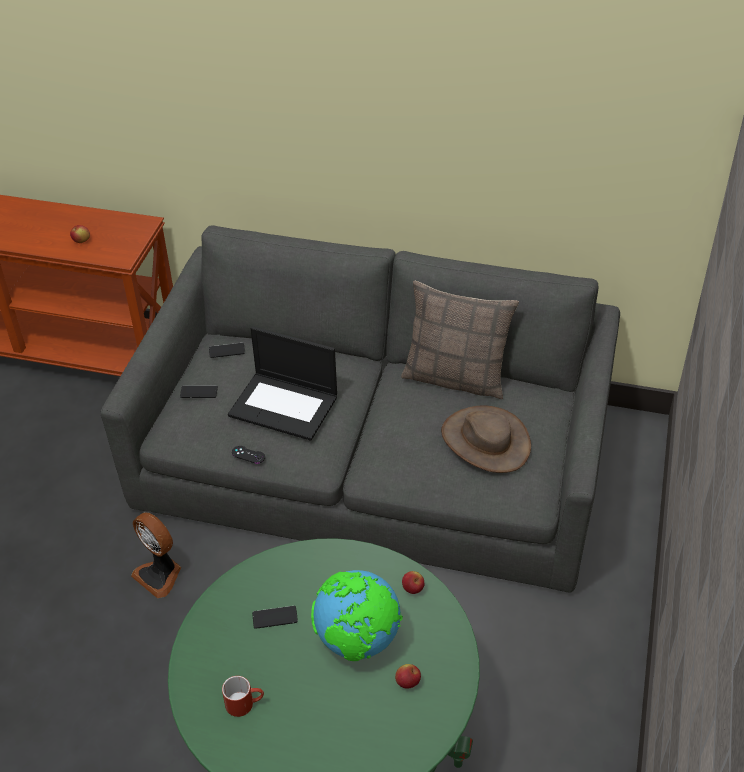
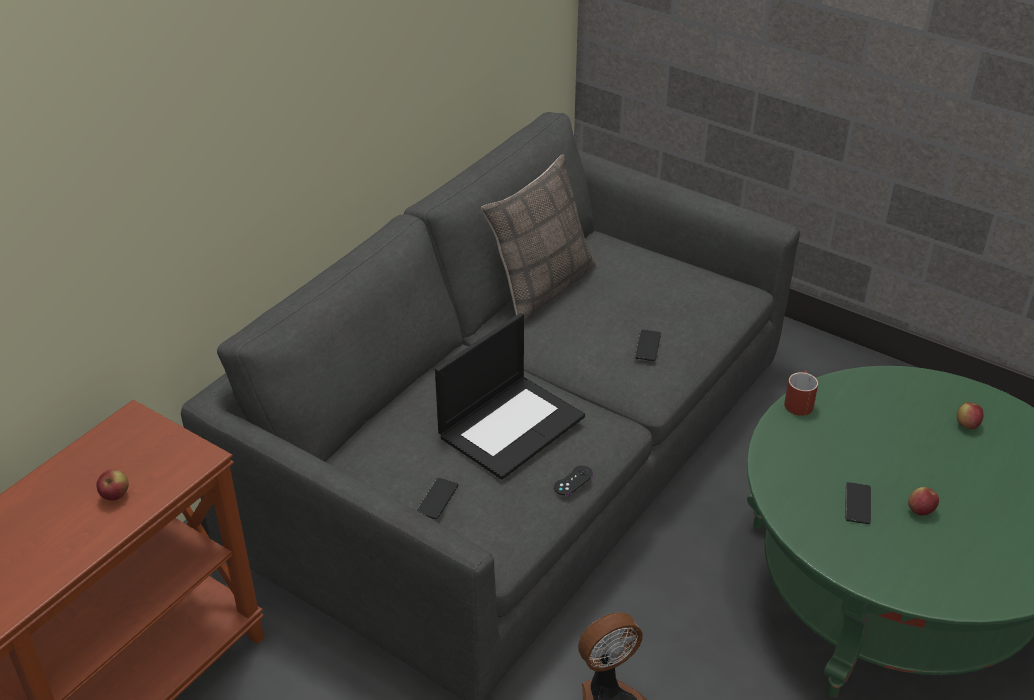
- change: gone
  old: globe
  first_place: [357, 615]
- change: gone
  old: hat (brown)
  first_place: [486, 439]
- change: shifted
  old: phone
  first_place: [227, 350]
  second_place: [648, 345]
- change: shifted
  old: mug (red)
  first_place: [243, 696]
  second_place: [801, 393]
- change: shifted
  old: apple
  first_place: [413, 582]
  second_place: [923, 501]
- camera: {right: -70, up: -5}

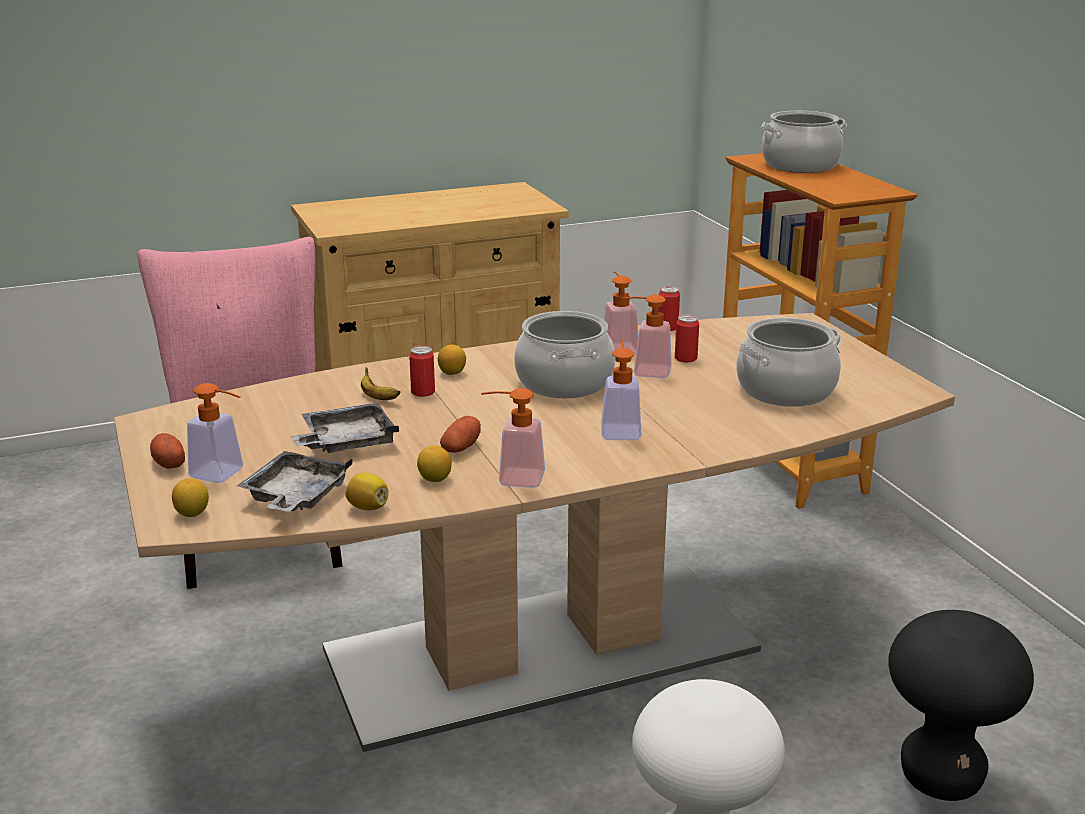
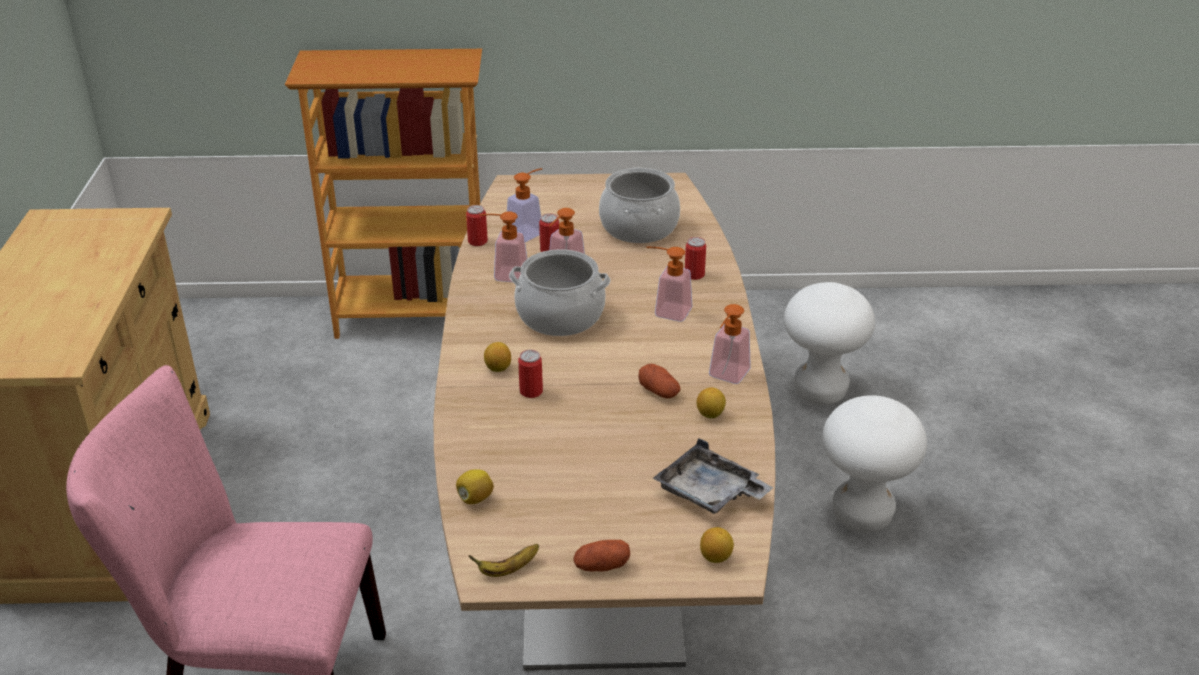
- change: gone
  old: tray (grey)
  first_place: [345, 428]
- change: gone
  old: cooking pot
  first_place: [804, 142]
- change: new
  new: can
  second_place: [695, 258]
- change: shifted
  old: soap dispenser
  first_place: [215, 433]
  second_place: [524, 205]
- change: shifted
  old: lemon
  first_place: [367, 491]
  second_place: [475, 486]
- change: shifted
  old: banana
  first_place: [381, 383]
  second_place: [504, 560]
- change: repainted
  old: stool (black)
  new: stool (white)
  first_place: [961, 705]
  second_place: [829, 343]
- camera: {right: -70, up: 10}

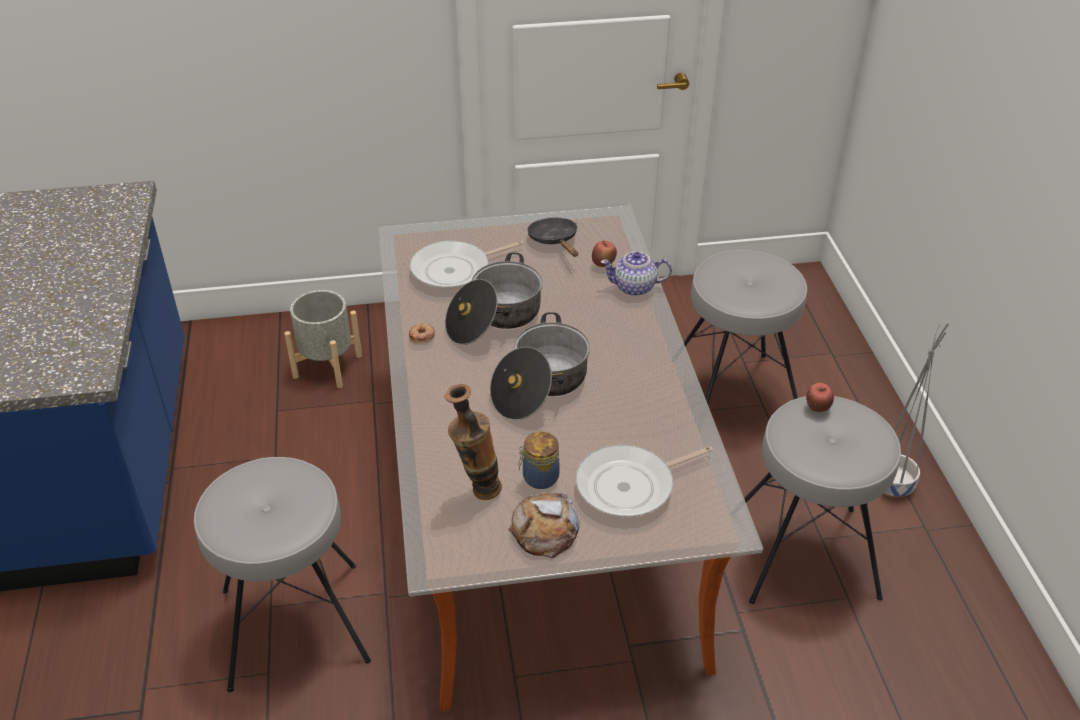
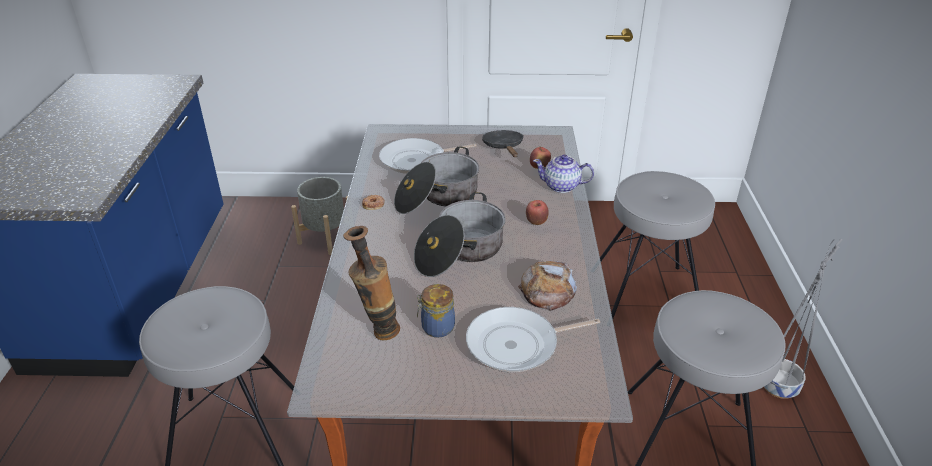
- change: shifted
  old: bread
  first_place: [544, 525]
  second_place: [547, 285]
- change: shifted
  old: apple
  first_place: [820, 397]
  second_place: [537, 212]
- camera: {right: 10, up: -5}

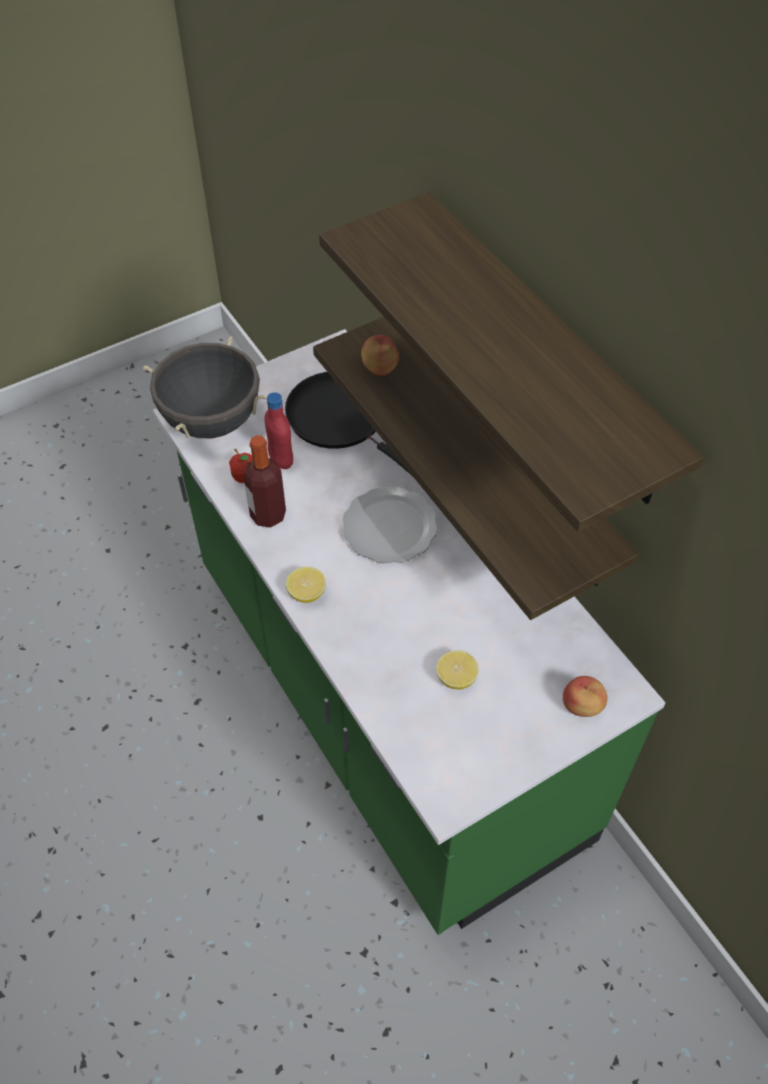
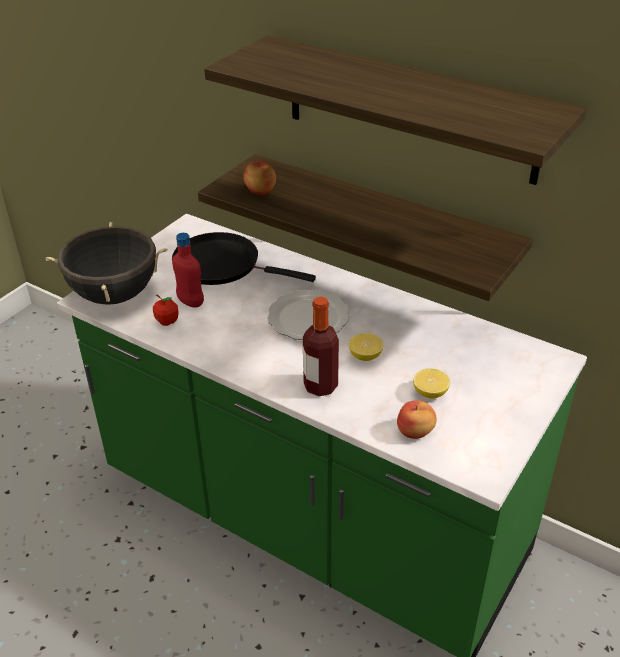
- change: shifted
  old: bottle
  first_place: [265, 481]
  second_place: [321, 346]
- change: shifted
  old: lemon
  first_place: [306, 585]
  second_place: [366, 347]
- change: shifted
  old: apple
  first_place: [585, 696]
  second_place: [417, 419]
- camera: {right: -25, up: -15}

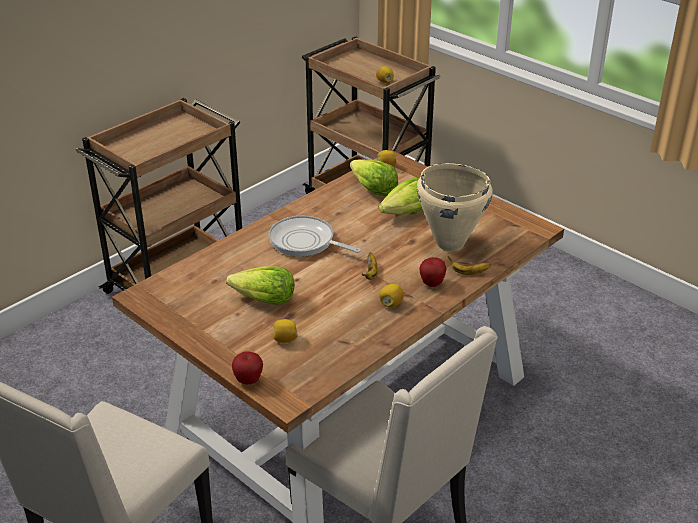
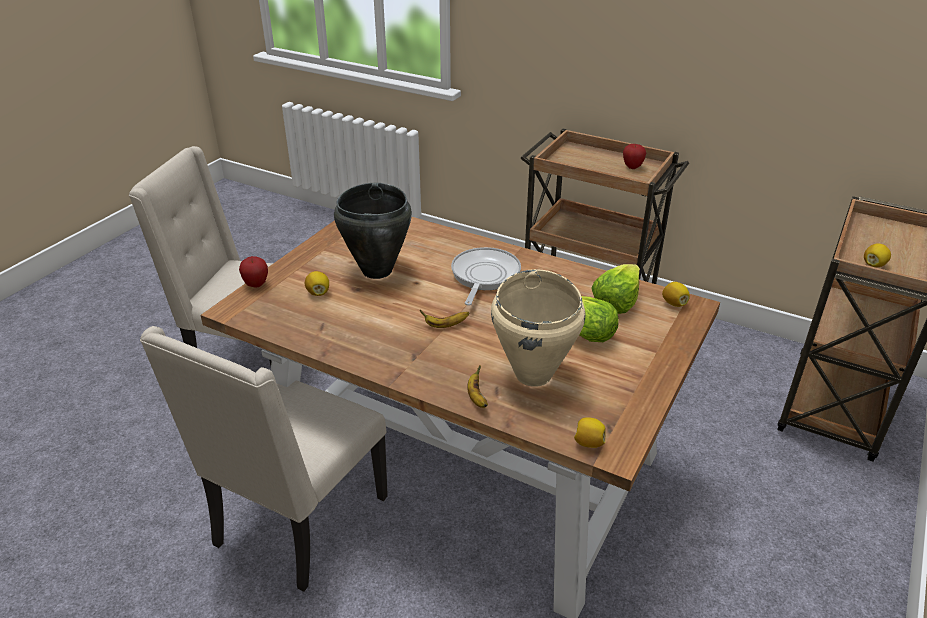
- change: shifted
  old: lemon
  first_place: [391, 296]
  second_place: [589, 432]
- change: shifted
  old: apple
  first_place: [433, 272]
  second_place: [634, 156]
- change: swapped
  old: lettuce
  new: cooking pot (black)
  first_place: [260, 285]
  second_place: [373, 231]
- camera: {right: 75, up: 0}

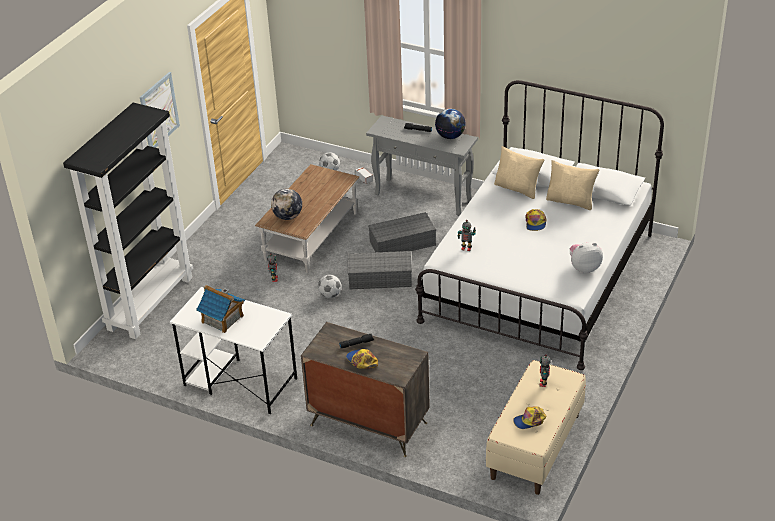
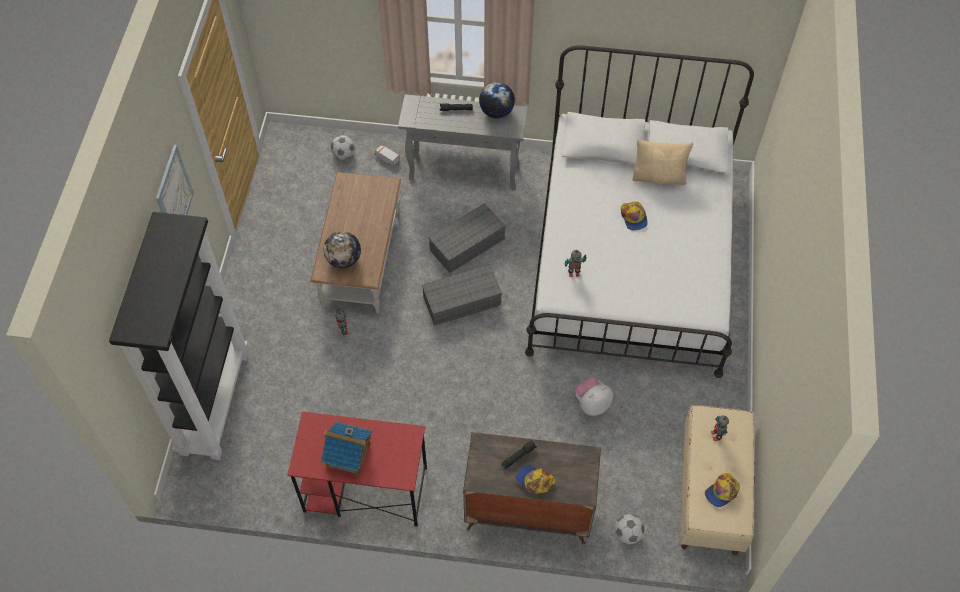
- change: gone
  old: pillow (beige)
  first_place: [519, 172]
- change: shifted
  old: football
  first_place: [329, 286]
  second_place: [629, 529]
- change: shifted
  old: plush toy
  first_place: [586, 257]
  second_place: [593, 397]
- change: repainted
  old: desk (white)
  new: desk (red)
  first_place: [233, 350]
  second_place: [357, 469]
- camera: {right: -20, up: 20}

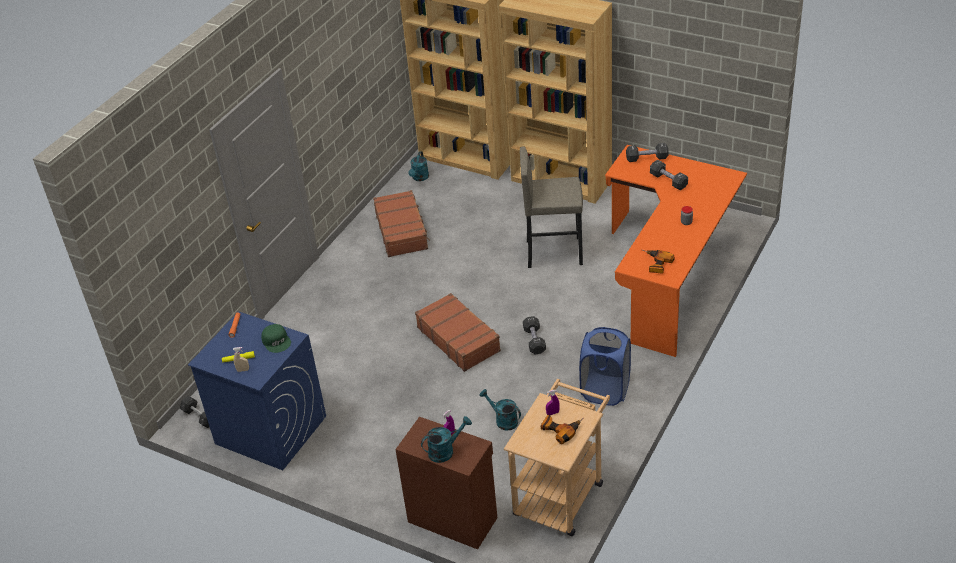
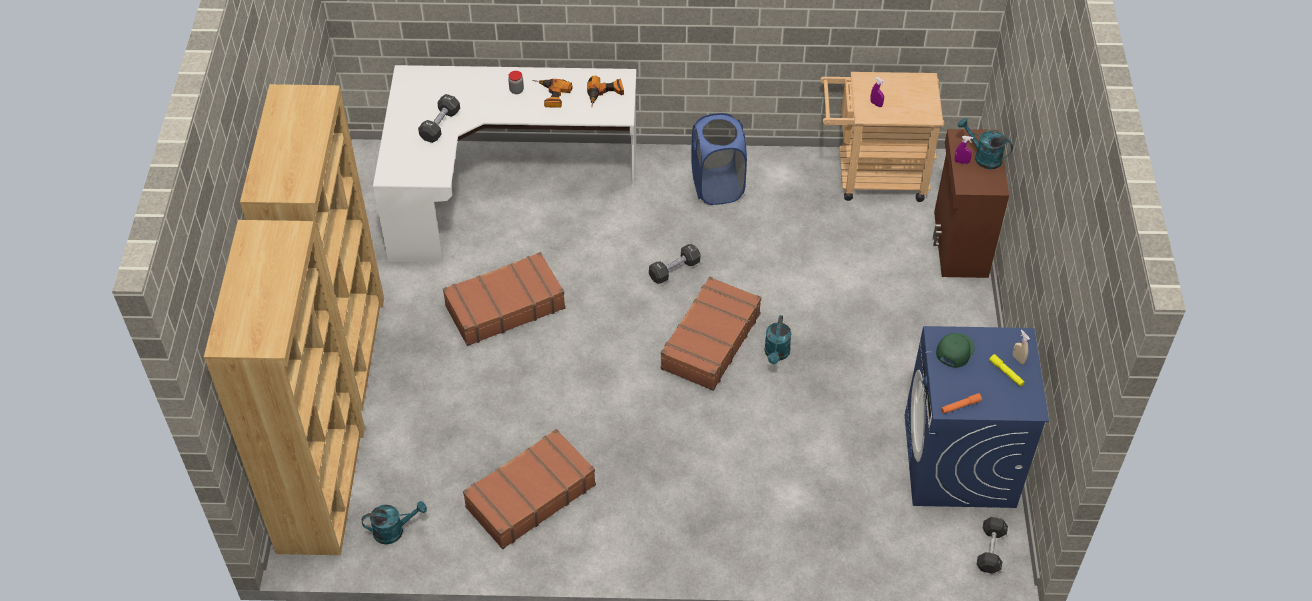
- change: gone
  old: dumbbell (black)
  first_place: [647, 152]
- change: shifted
  old: watering can (turquoise)
  first_place: [500, 410]
  second_place: [778, 339]
- change: shifted
  old: power drill
  first_place: [562, 429]
  second_place: [552, 93]
- change: swapped
  old: stool (grey)
  new: suitcase (brown)
  first_place: [551, 207]
  second_place: [504, 299]
- change: repainted
  old: desk (orange)
  new: desk (white)
  first_place: [676, 251]
  second_place: [504, 164]
- camera: {right: -120, up: 10}

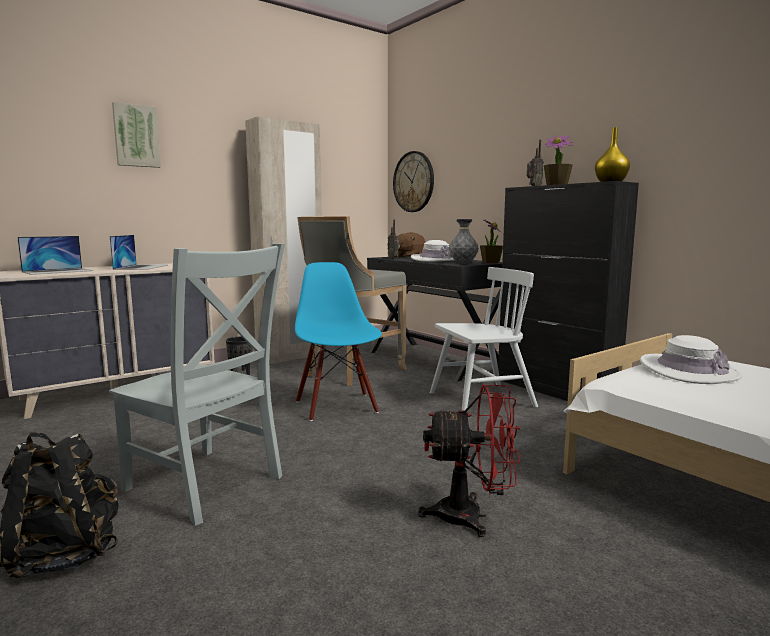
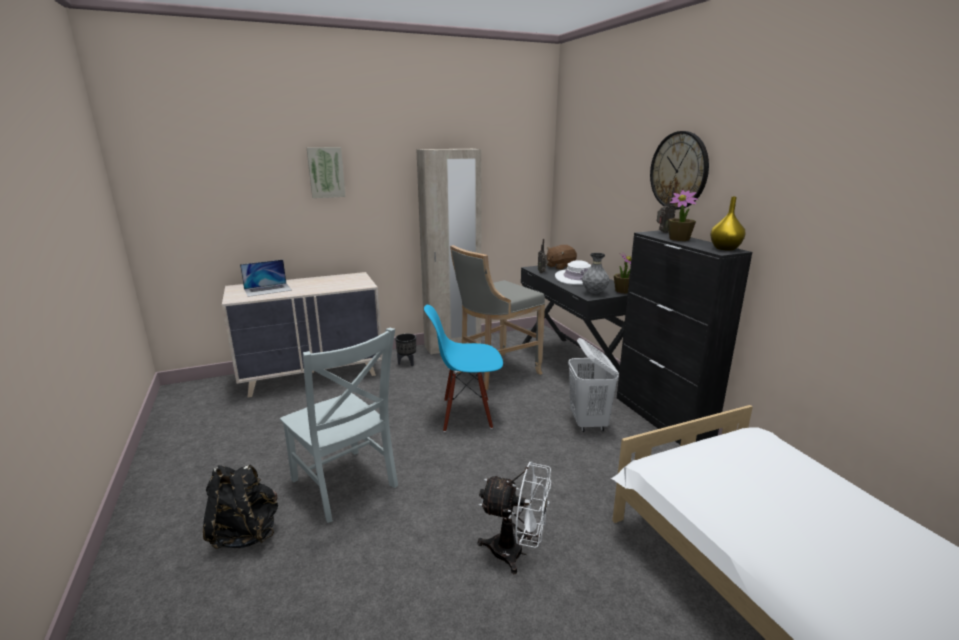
- change: gone
  old: laptop
  first_place: [139, 252]
- change: gone
  old: hat (white)
  first_place: [691, 359]
- change: shifted
  old: wall clock
  first_place: [413, 181]
  second_place: [679, 170]
- change: swapped
  old: chair (white)
  new: laundry basket (white)
  first_place: [484, 339]
  second_place: [593, 385]
- change: repainted
  old: fan (red)
  new: fan (white)
  first_place: [469, 460]
  second_place: [514, 517]
- change: rotated
  old: chair (blue)
  first_place: [338, 341]
  second_place: [463, 368]
  degrees: -90
- camera: {right: 15, up: 10}

